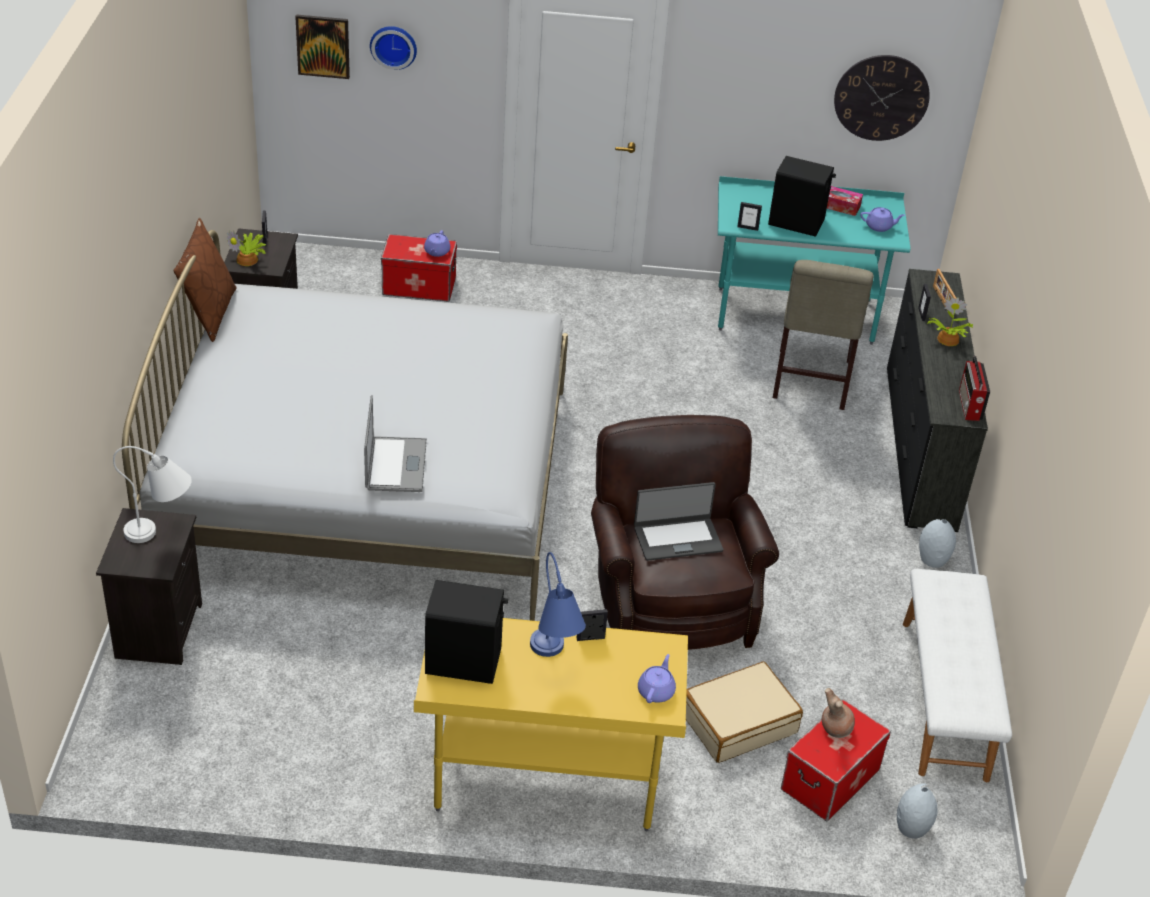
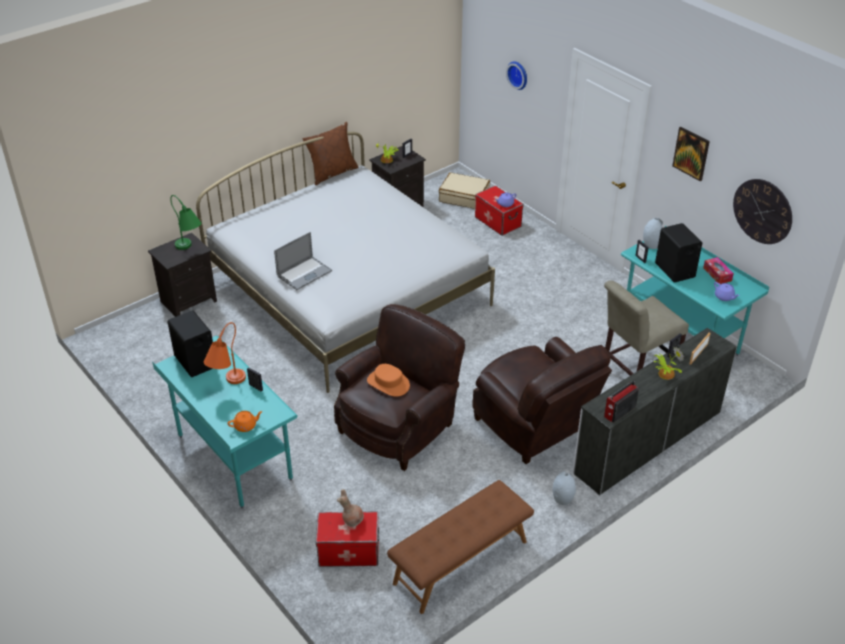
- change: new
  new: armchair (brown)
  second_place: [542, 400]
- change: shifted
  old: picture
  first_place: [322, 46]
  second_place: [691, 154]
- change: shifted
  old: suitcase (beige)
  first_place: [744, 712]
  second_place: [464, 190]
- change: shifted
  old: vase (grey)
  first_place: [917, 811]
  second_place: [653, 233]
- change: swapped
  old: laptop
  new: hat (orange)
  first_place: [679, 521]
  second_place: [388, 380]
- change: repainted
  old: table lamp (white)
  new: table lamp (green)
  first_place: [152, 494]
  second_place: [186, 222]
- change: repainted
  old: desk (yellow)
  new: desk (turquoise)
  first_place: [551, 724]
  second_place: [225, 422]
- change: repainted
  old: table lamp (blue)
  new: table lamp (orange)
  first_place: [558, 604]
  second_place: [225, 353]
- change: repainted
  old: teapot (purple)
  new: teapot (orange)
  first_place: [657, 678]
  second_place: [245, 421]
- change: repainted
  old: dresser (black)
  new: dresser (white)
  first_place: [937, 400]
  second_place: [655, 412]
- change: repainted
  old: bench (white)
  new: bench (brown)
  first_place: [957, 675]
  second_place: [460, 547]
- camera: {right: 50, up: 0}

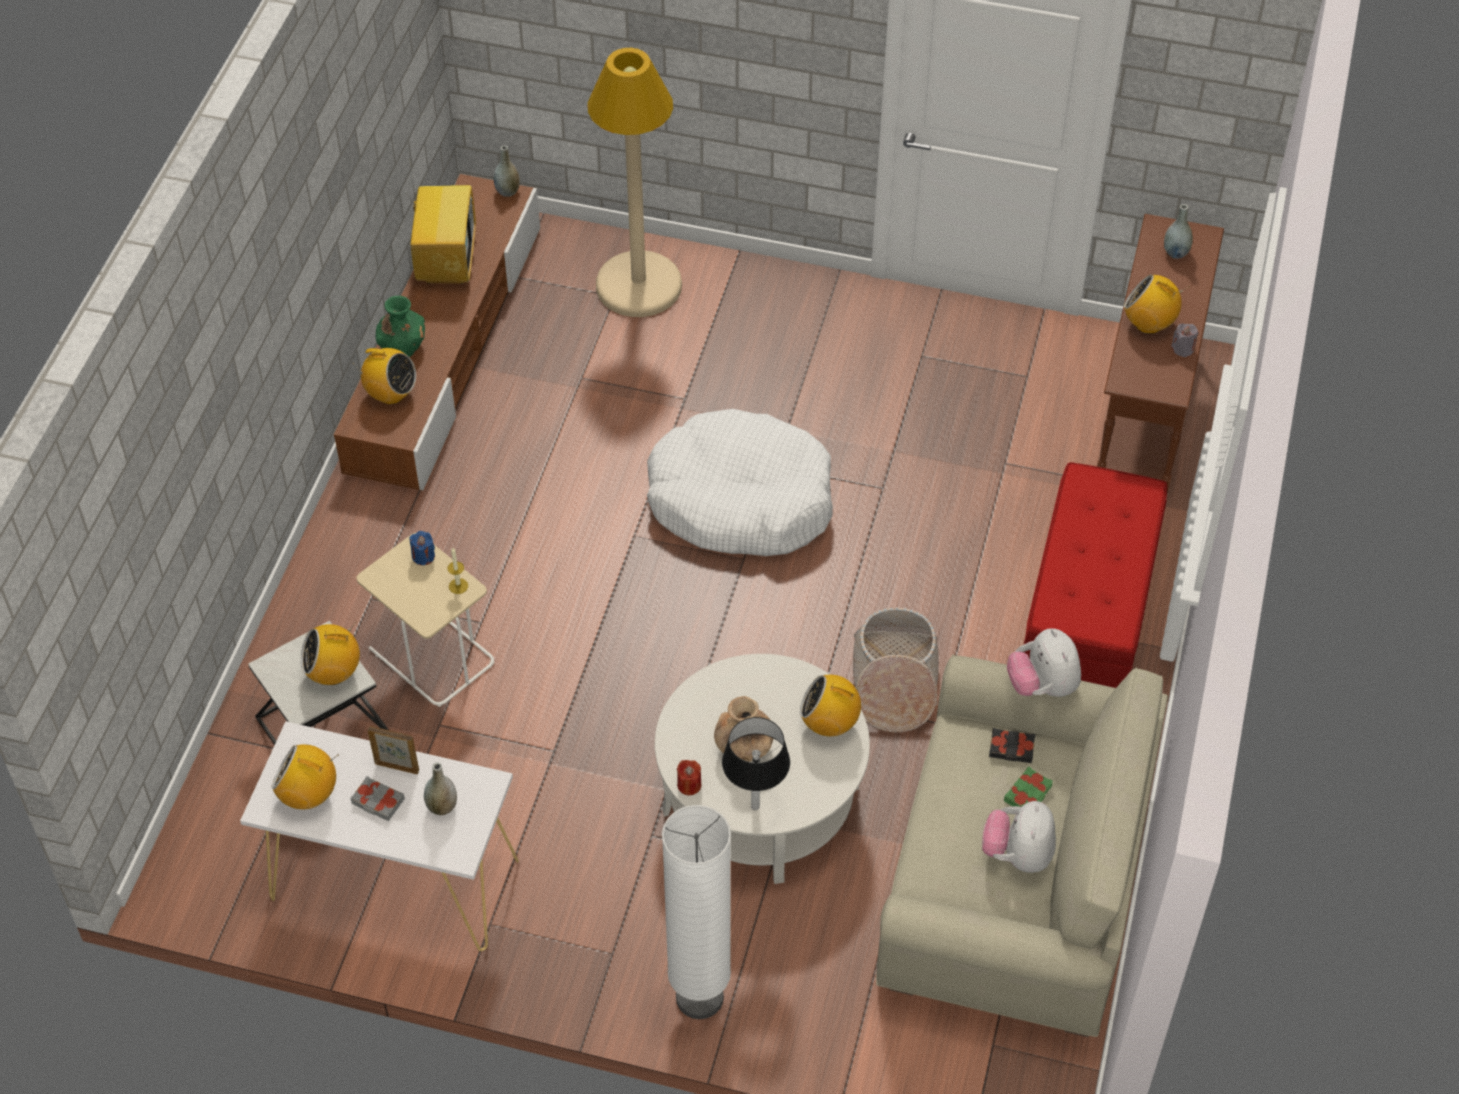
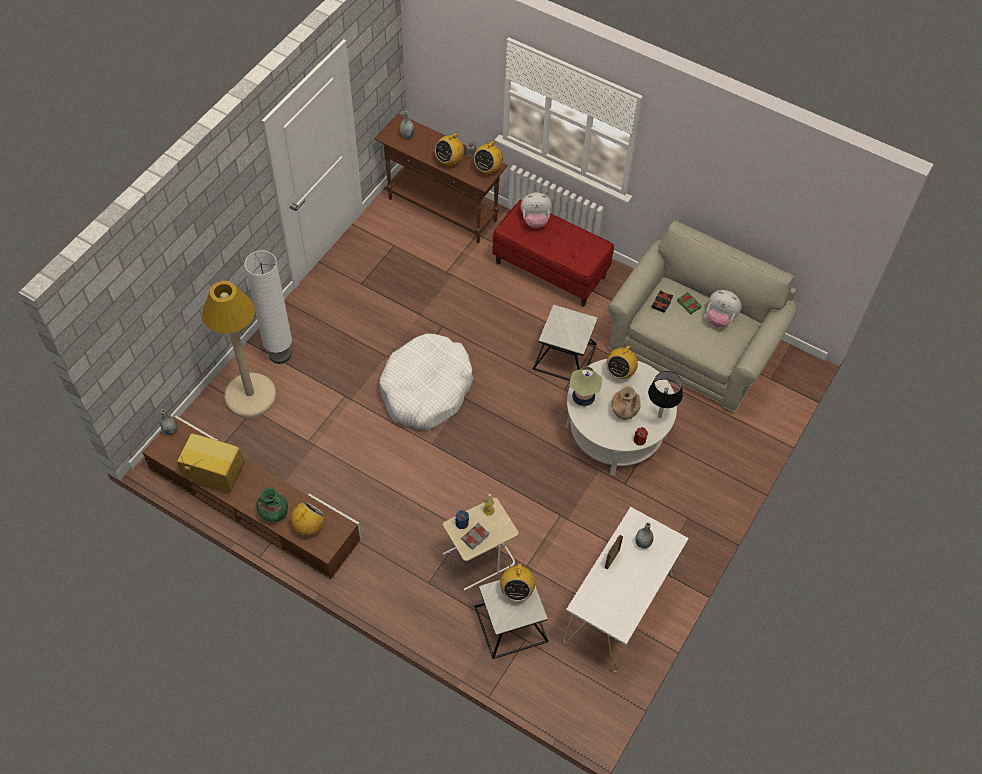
- change: new
  new: table lamp
  second_place: [585, 386]
- change: shifted
  old: radio
  first_place: [305, 776]
  second_place: [488, 157]
- change: shifted
  old: book (grey)
  first_place: [378, 798]
  second_place: [475, 536]
- change: shifted
  old: floor lamp (white)
  first_place: [696, 912]
  second_place: [268, 307]
- change: shifted
  old: plush toy
  first_place: [1044, 662]
  second_place: [536, 210]
- change: swapped
  old: basket
  new: side table
  first_place: [896, 670]
  second_place: [565, 343]
- camera: {right: -75, up: 5}

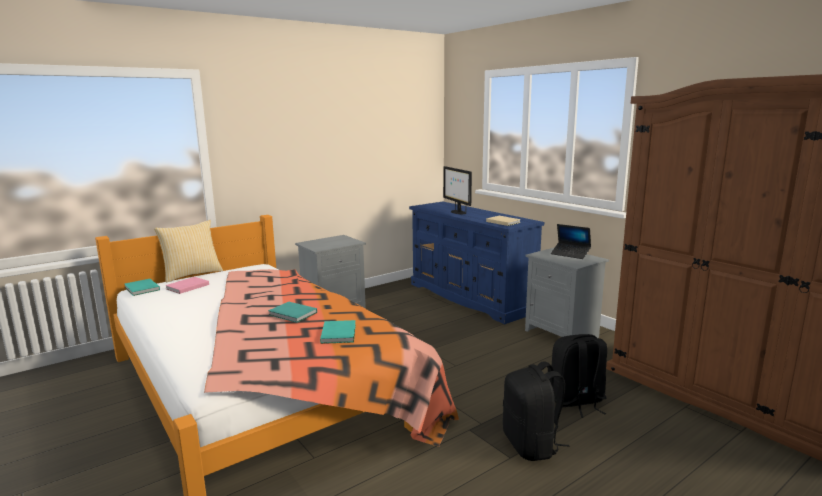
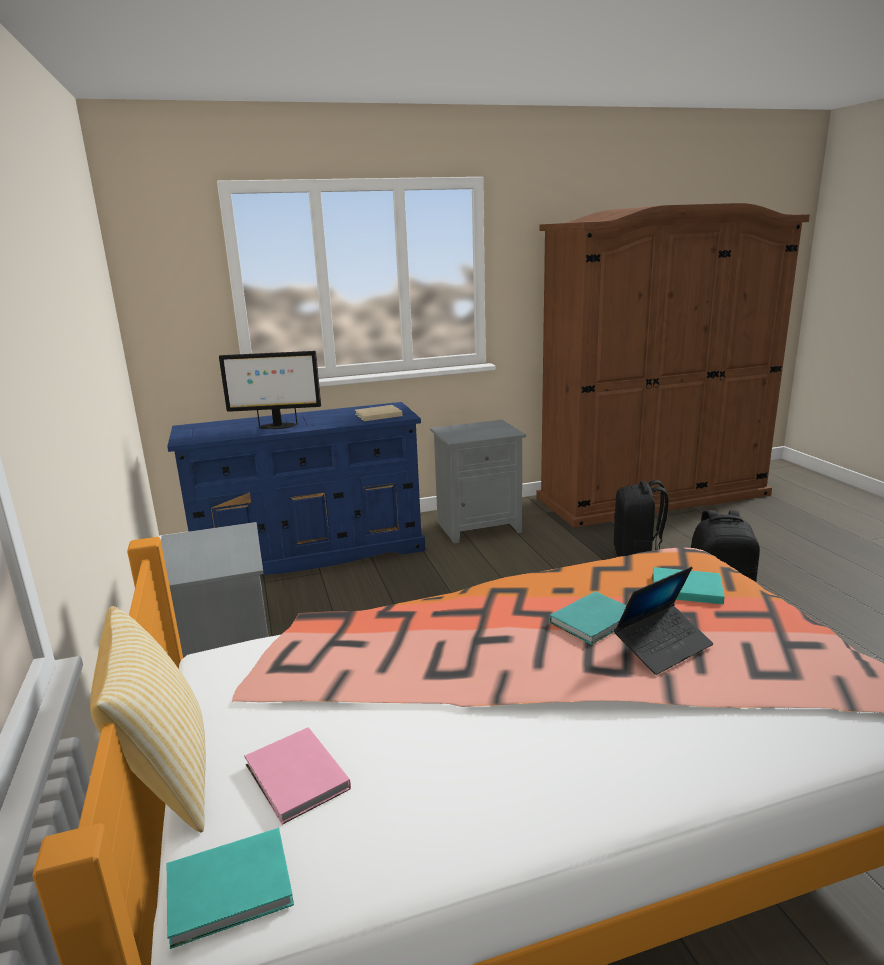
- change: shifted
  old: laptop
  first_place: [571, 241]
  second_place: [663, 620]
- camera: {right: -70, up: 5}

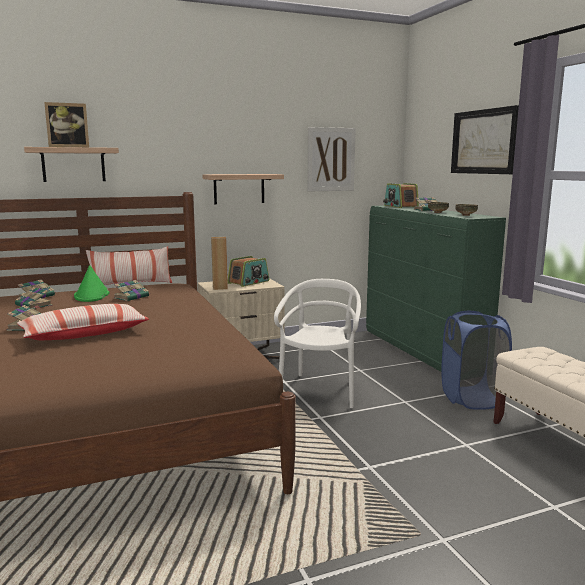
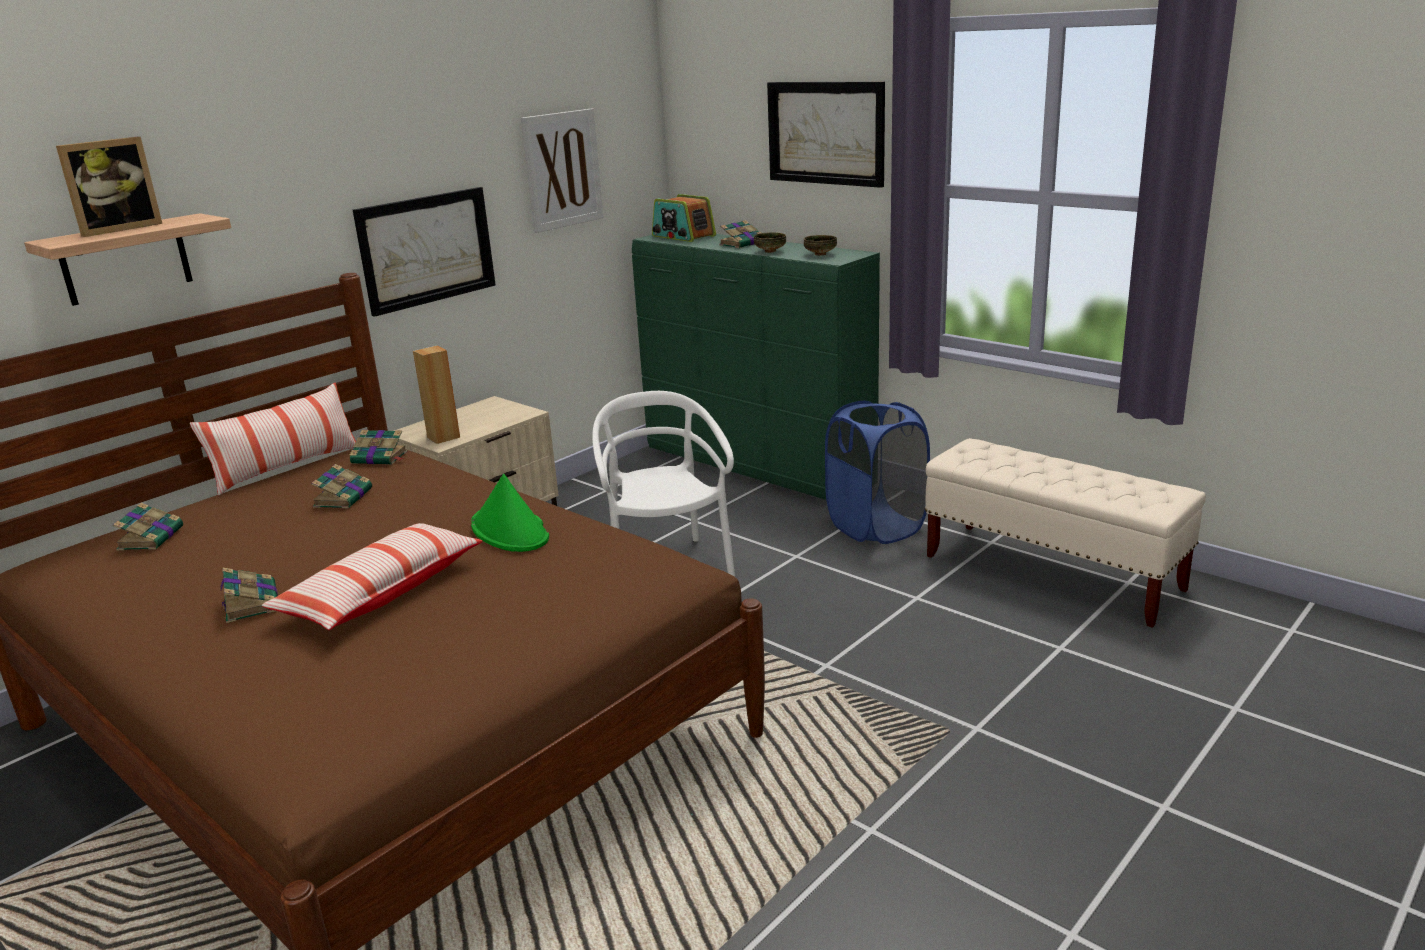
- change: gone
  old: radio
  first_place: [248, 271]
- change: shifted
  old: book
  first_place: [33, 298]
  second_place: [379, 447]
- change: shifted
  old: hat (green)
  first_place: [91, 283]
  second_place: [510, 513]
- change: swapped
  old: shelf
  new: picture
  first_place: [243, 189]
  second_place: [424, 252]
- camera: {right: -25, up: 10}

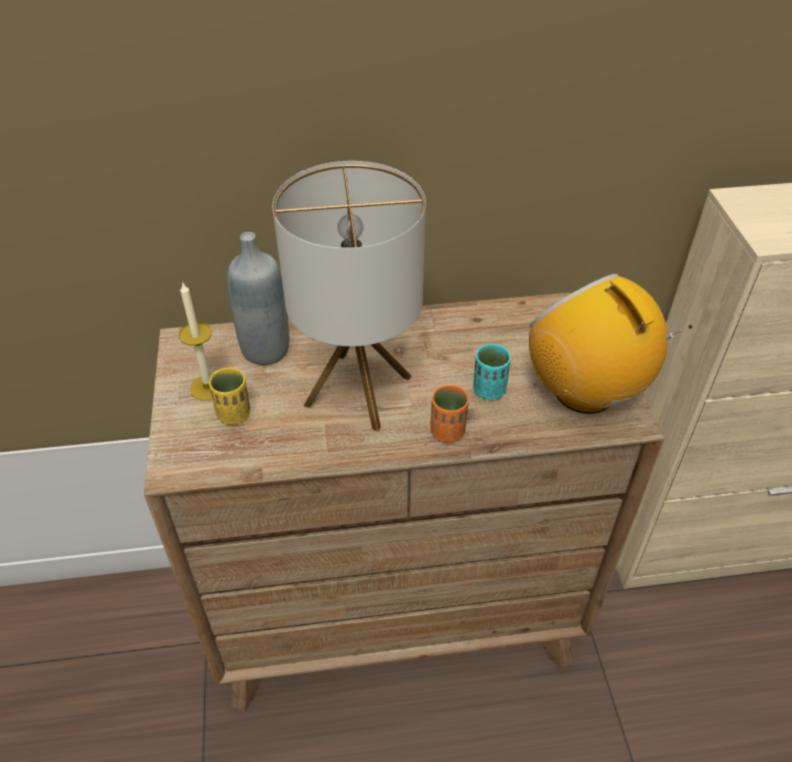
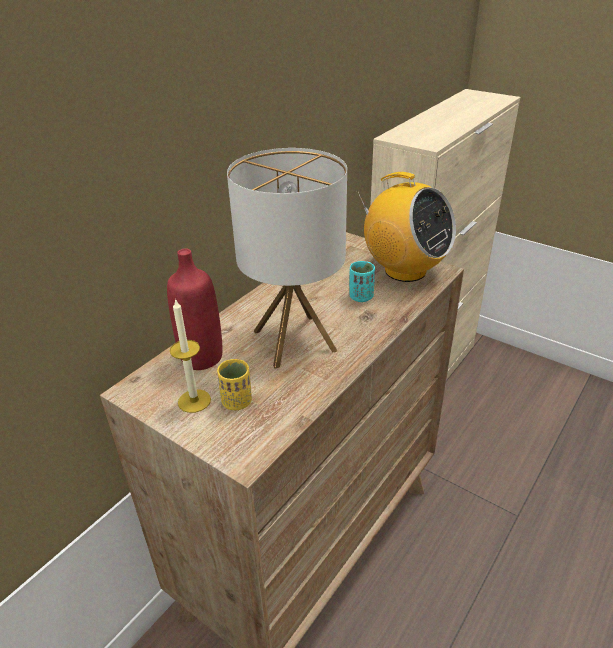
- change: gone
  old: cup (orange)
  first_place: [449, 414]
- change: repainted
  old: bottle (grey)
  new: bottle (red)
  first_place: [258, 298]
  second_place: [194, 309]
- change: rotated
  old: radio
  first_place: [610, 344]
  second_place: [406, 227]
  degrees: -150
- camera: {right: -45, up: -10}

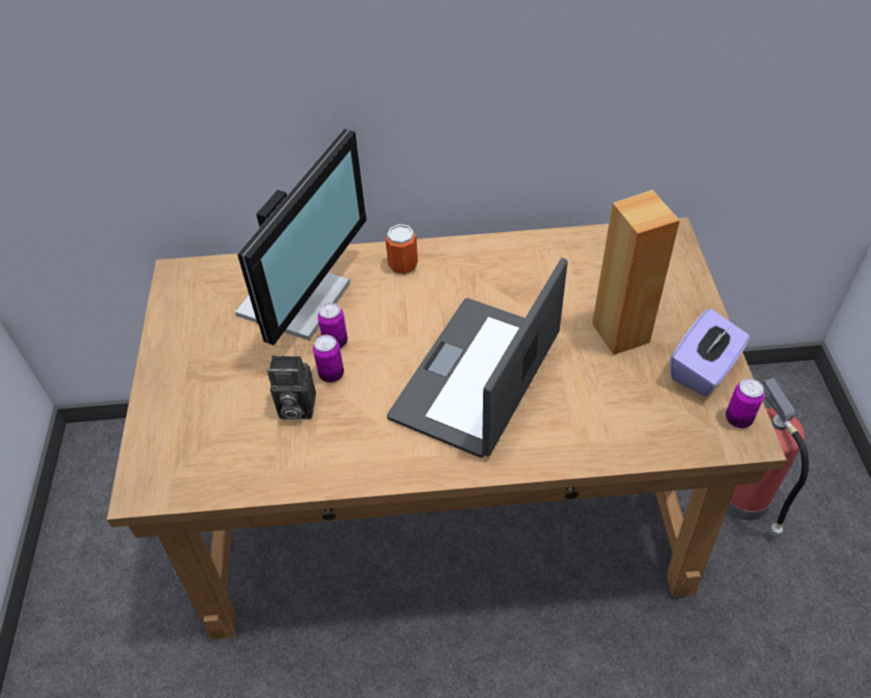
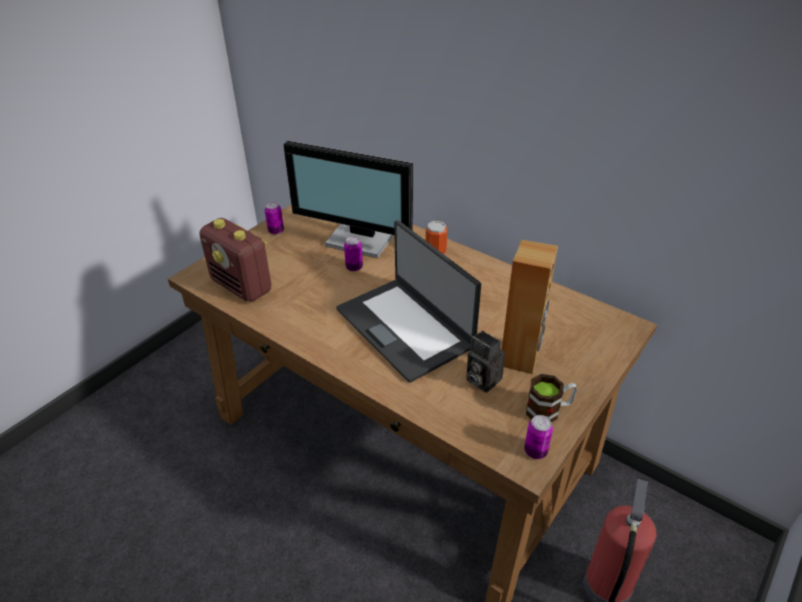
- change: new
  new: radio
  second_place: [235, 260]
- change: shifted
  old: photo camera
  first_place: [291, 388]
  second_place: [485, 361]
- change: shifted
  old: can
  first_place: [328, 359]
  second_place: [274, 218]
- change: swapped
  old: tissue box (purple)
  new: mug
  first_place: [710, 352]
  second_place: [551, 398]
- change: rotated
  old: monitor
  first_place: [301, 237]
  second_place: [348, 199]
  degrees: 45
- change: rotated
  old: laptop
  first_place: [477, 358]
  second_place: [408, 301]
  degrees: -105
- camera: {right: 40, up: -10}

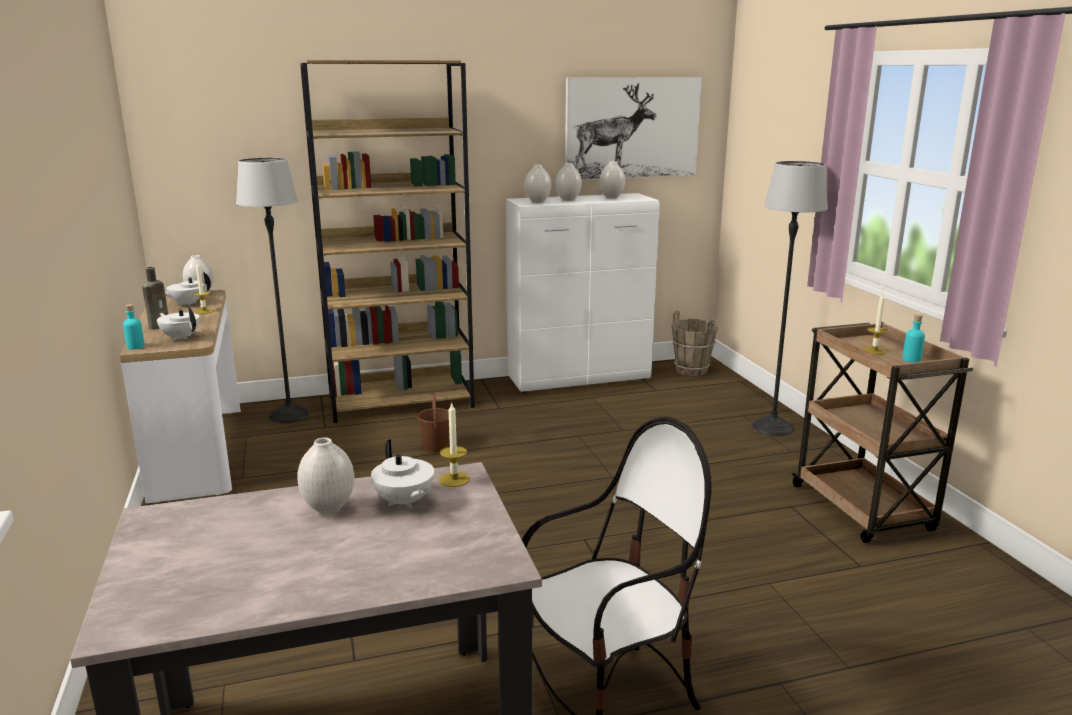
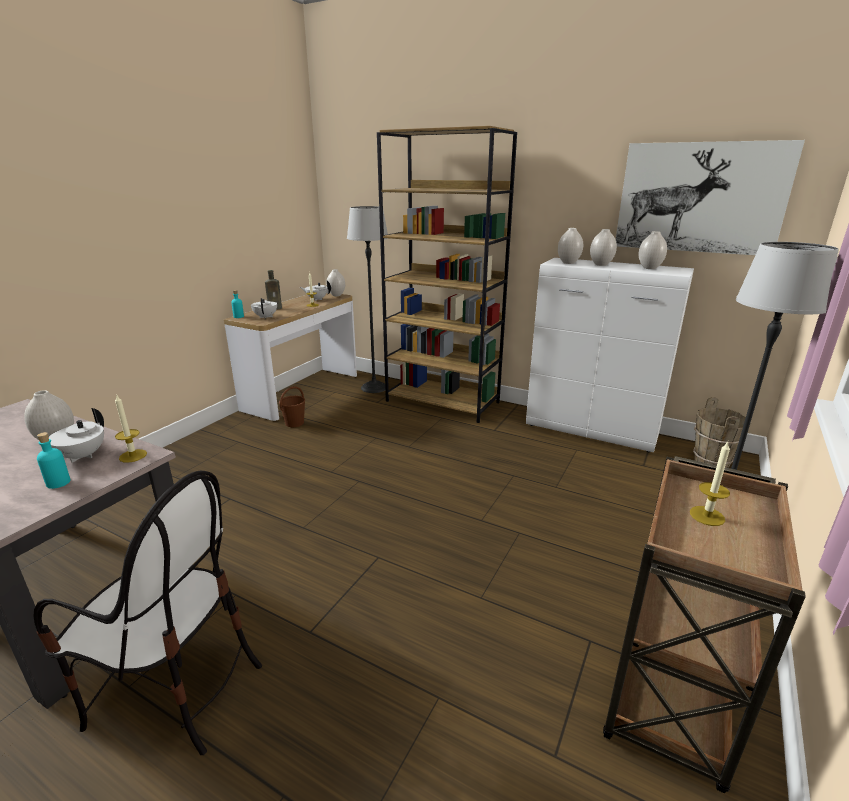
- change: shifted
  old: bucket (brown)
  first_place: [433, 423]
  second_place: [292, 406]
- change: shifted
  old: bottle (turquoise)
  first_place: [913, 338]
  second_place: [53, 460]
- camera: {right: 45, up: 5}

